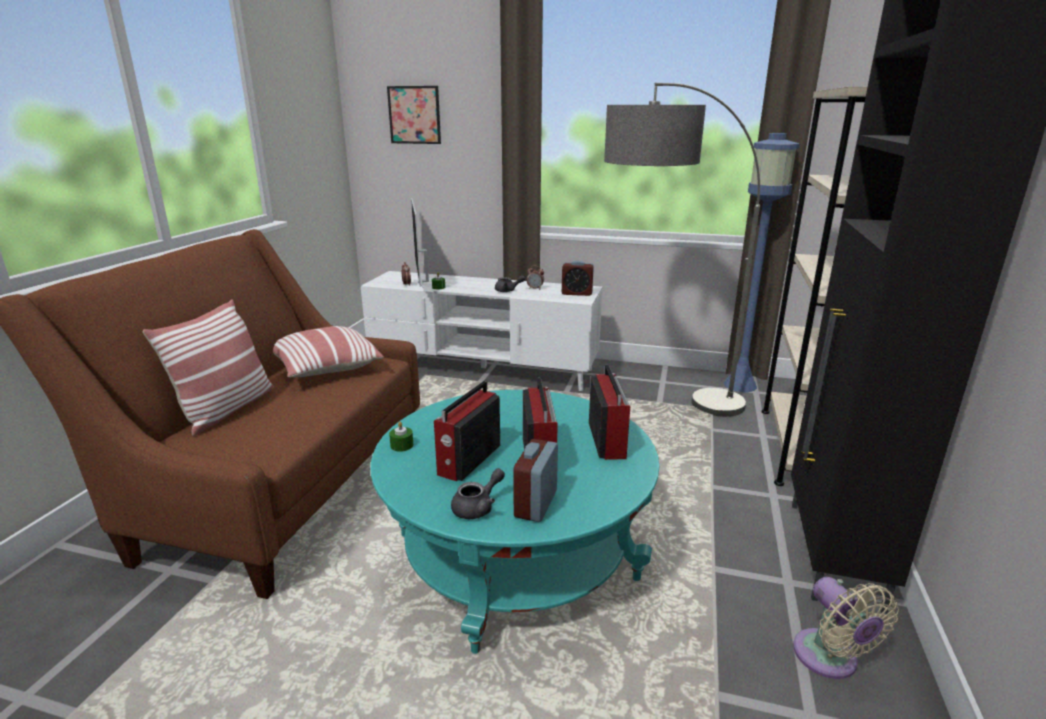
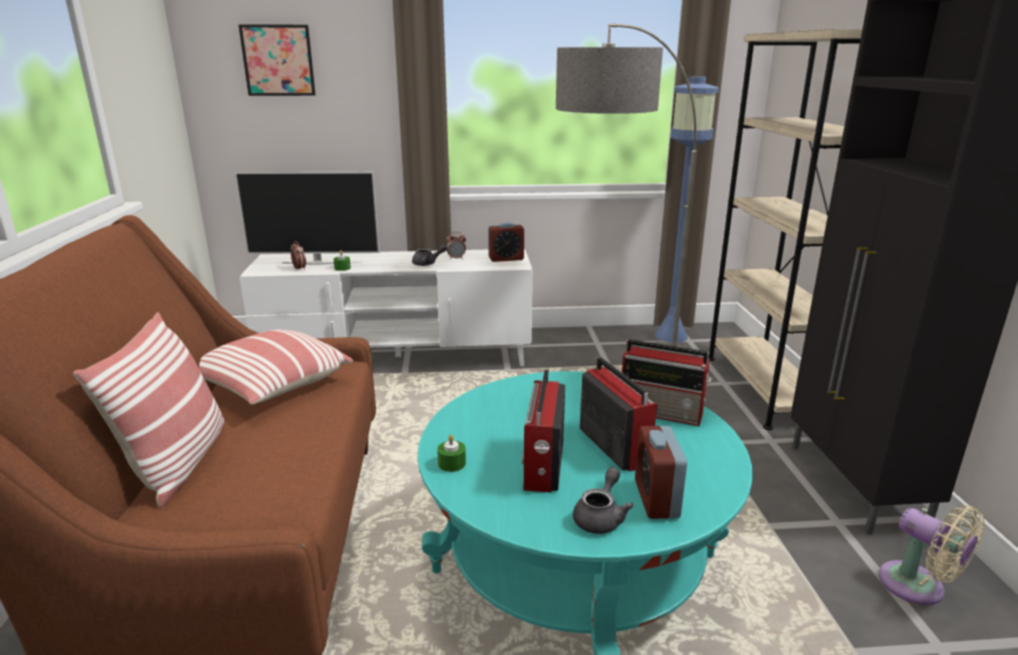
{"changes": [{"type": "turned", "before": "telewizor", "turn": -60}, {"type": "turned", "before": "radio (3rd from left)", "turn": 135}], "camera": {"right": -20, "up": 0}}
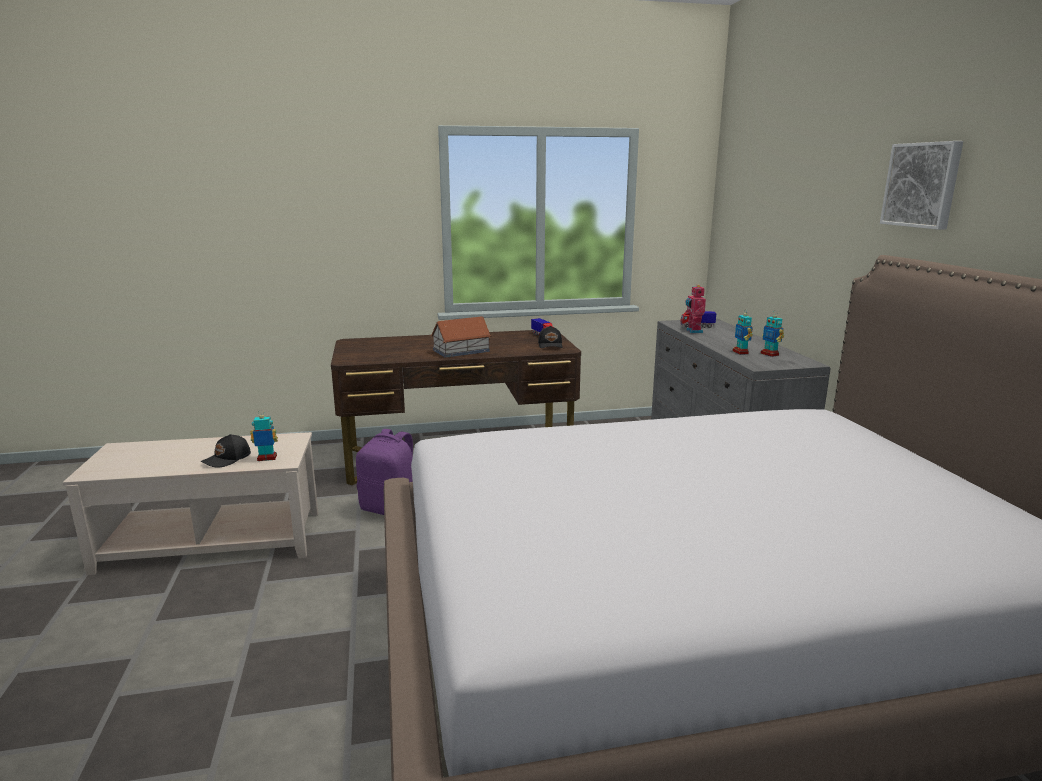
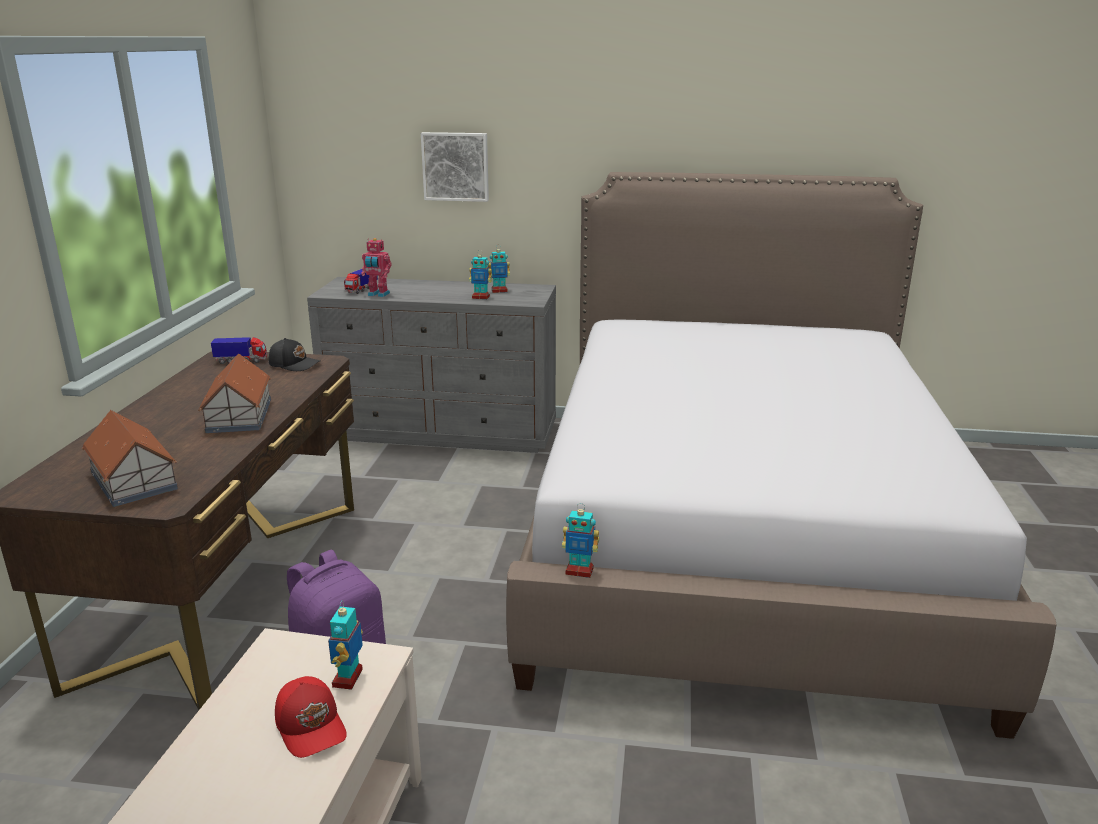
{"changes": [{"type": "added", "after": "domek (1st from left)"}, {"type": "recoloured", "before": "czapka z daszkiem/czarny (1st from left)", "after": "czapka z daszkiem/czerwony"}, {"type": "moved", "before": "obraz"}, {"type": "added", "after": "robot zabawkowy (5th from left)"}], "camera": {"right": -70, "up": 5}}
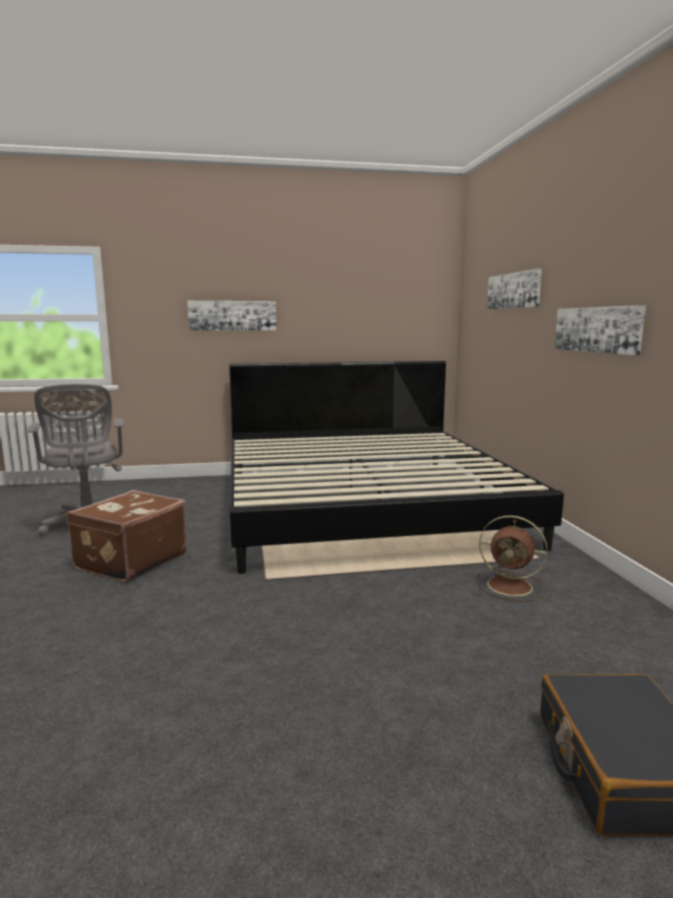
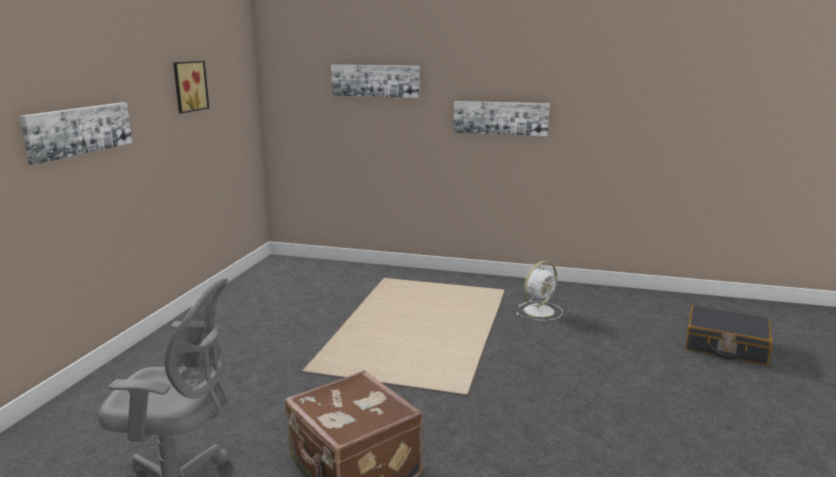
{"changes": [{"type": "added", "after": "obraz (2nd from left)"}, {"type": "recoloured", "before": "wentylator/brązowy", "after": "wentylator/biały"}, {"type": "removed", "before": "łóżko"}], "camera": {"right": -65, "up": 5}}
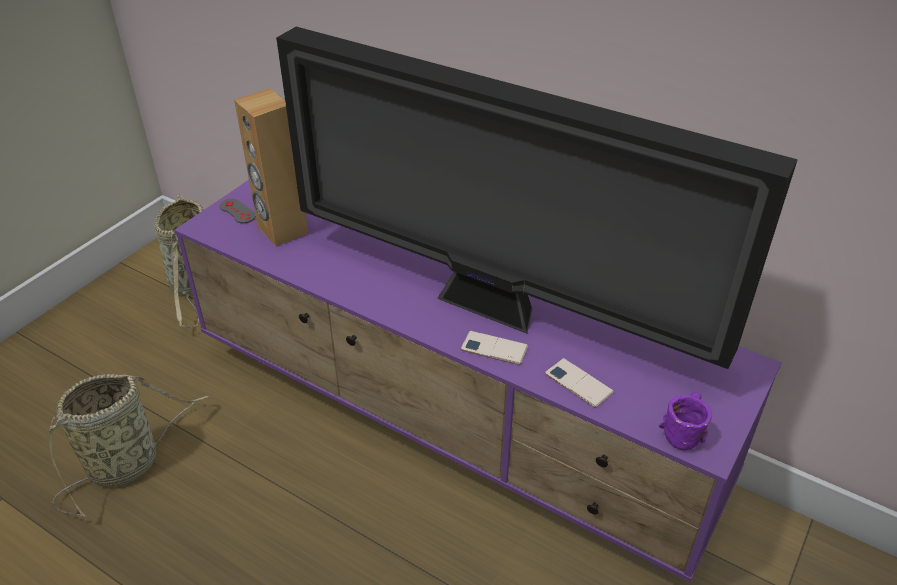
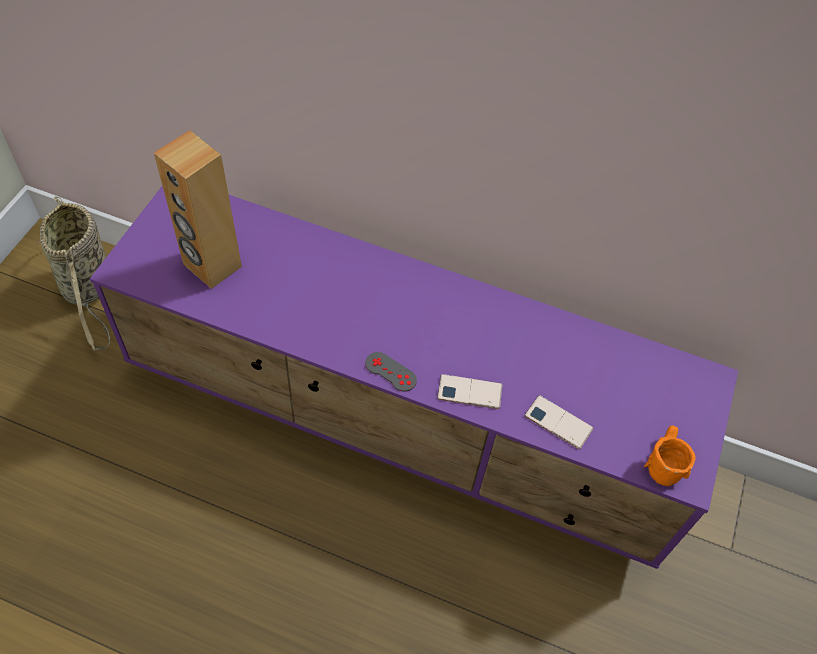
{"changes": [{"type": "moved", "before": "pad do gier/szary"}, {"type": "recoloured", "before": "kubek/fioletowy", "after": "kubek/pomarańczowy"}, {"type": "removed", "before": "koszyk (1st from left)"}, {"type": "removed", "before": "telewizor"}], "camera": {"right": -15, "up": 15}}
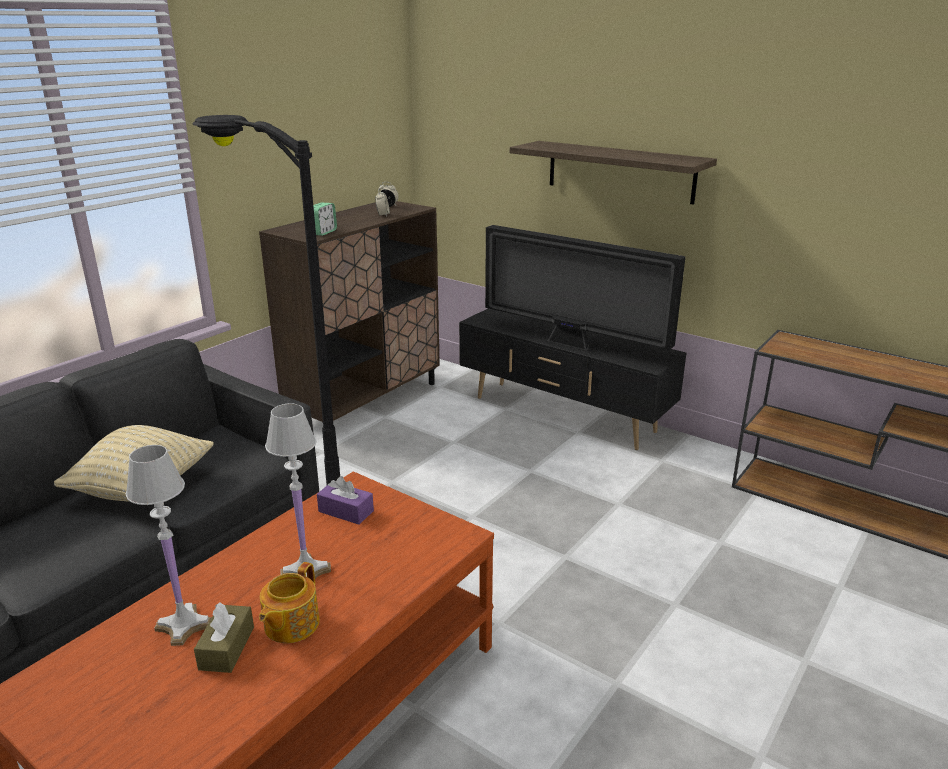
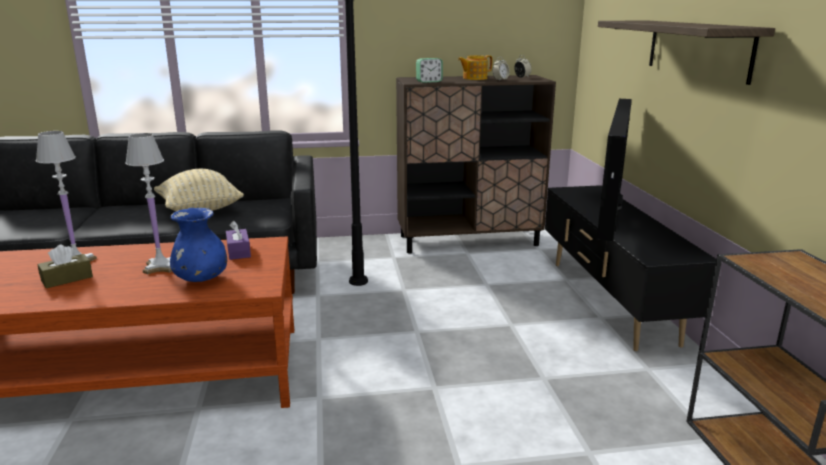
{"changes": [{"type": "added", "after": "wazon/niebieski"}, {"type": "moved", "before": "imbryk"}, {"type": "turned", "before": "telewizor", "turn": -150}], "camera": {"right": 45, "up": -5}}
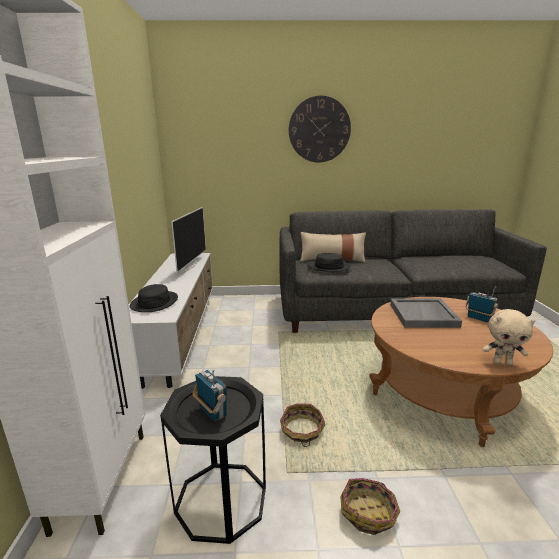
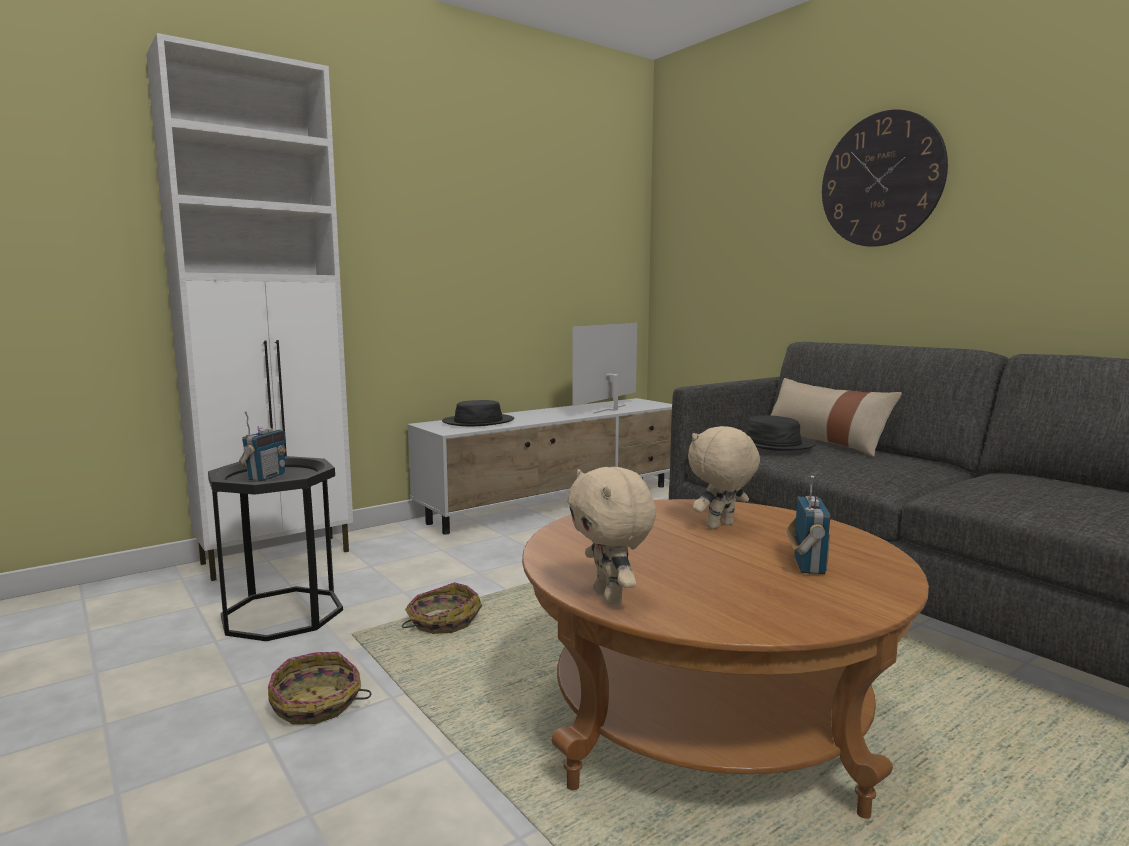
{"changes": [{"type": "turned", "before": "telewizor", "turn": 150}, {"type": "replaced", "before": "taca/szary", "after": "pluszak/beżowy (2nd from left)"}], "camera": {"right": 55, "up": -10}}
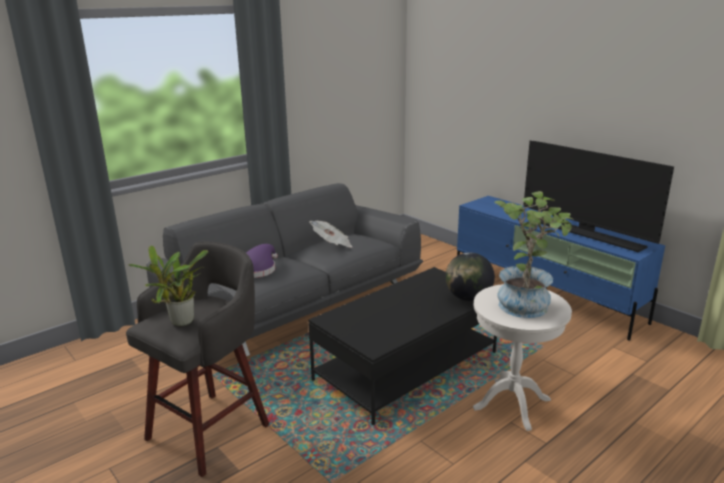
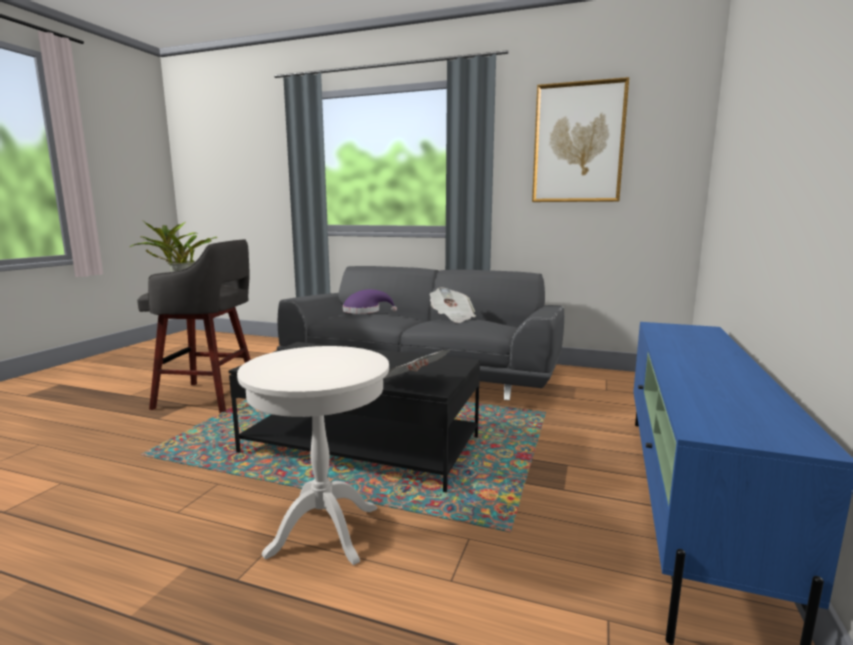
{"changes": [{"type": "replaced", "before": "globus", "after": "gazeta (1st from left)"}, {"type": "added", "after": "obraz"}, {"type": "removed", "before": "roślina doniczkowa (2nd from left)"}, {"type": "removed", "before": "telewizor"}], "camera": {"right": 60, "up": -10}}
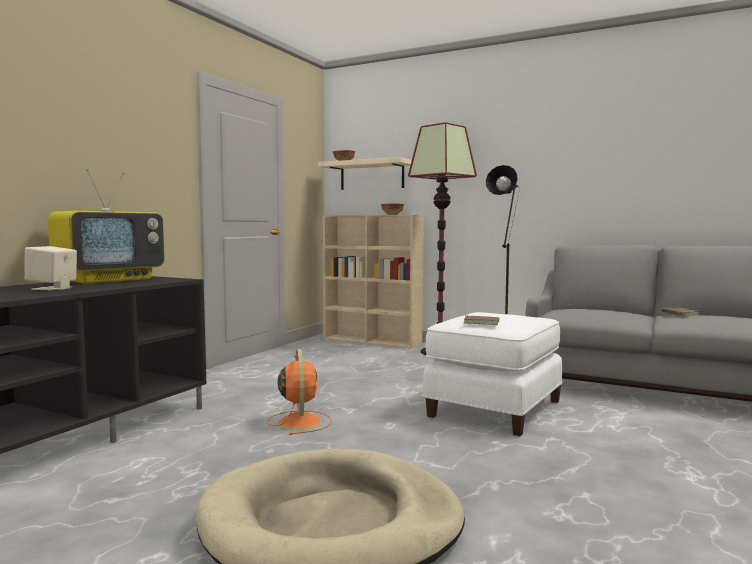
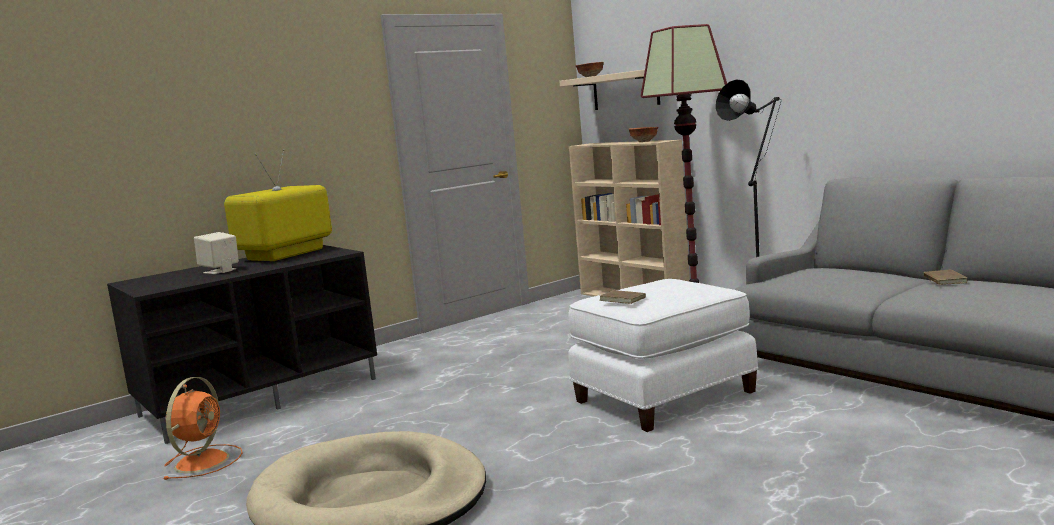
{"changes": [{"type": "moved", "before": "wentylator/pomarańczowy"}, {"type": "turned", "before": "telewizor", "turn": 150}], "camera": {"right": 25, "up": 5}}
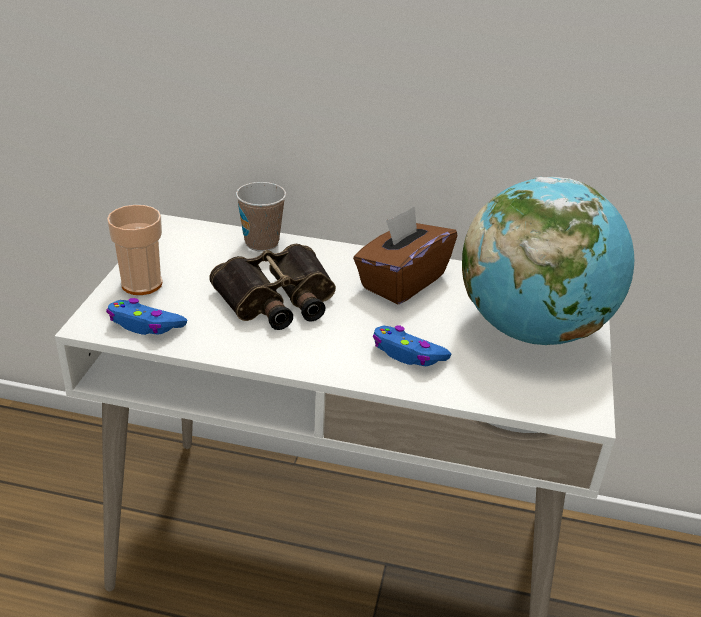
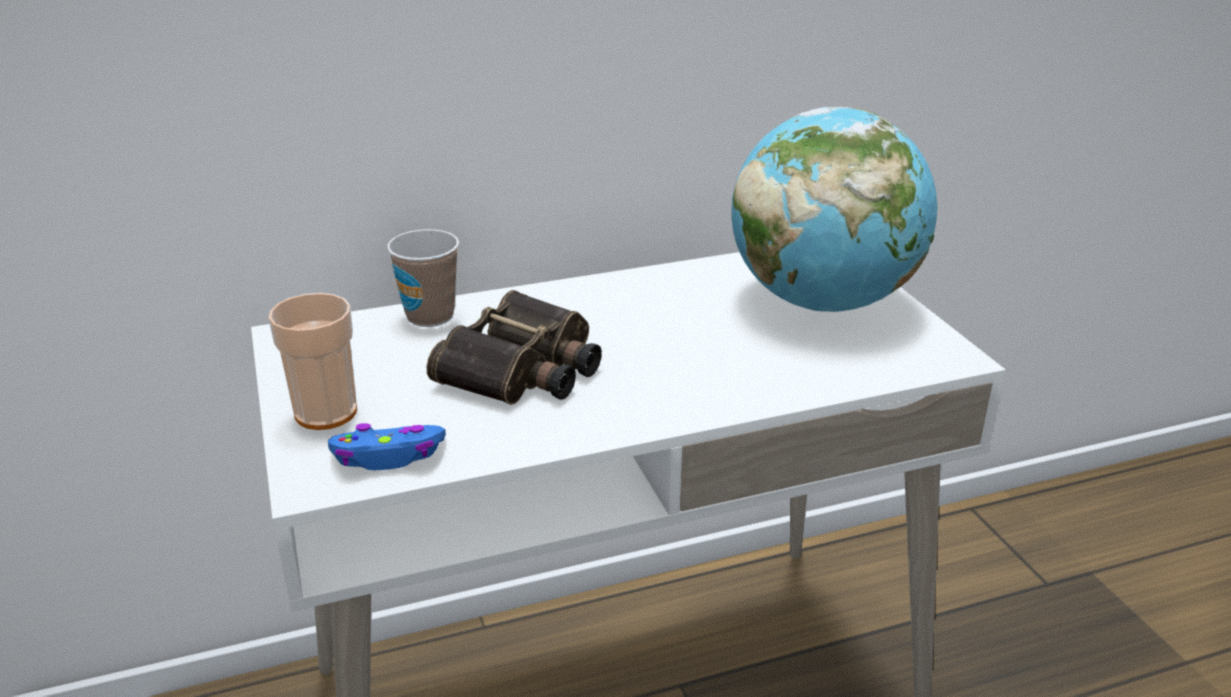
{"changes": [{"type": "removed", "before": "pudełko chusteczek/brązowy"}, {"type": "removed", "before": "pad do gier/niebieski (2nd from left)"}], "camera": {"right": -30, "up": -5}}
